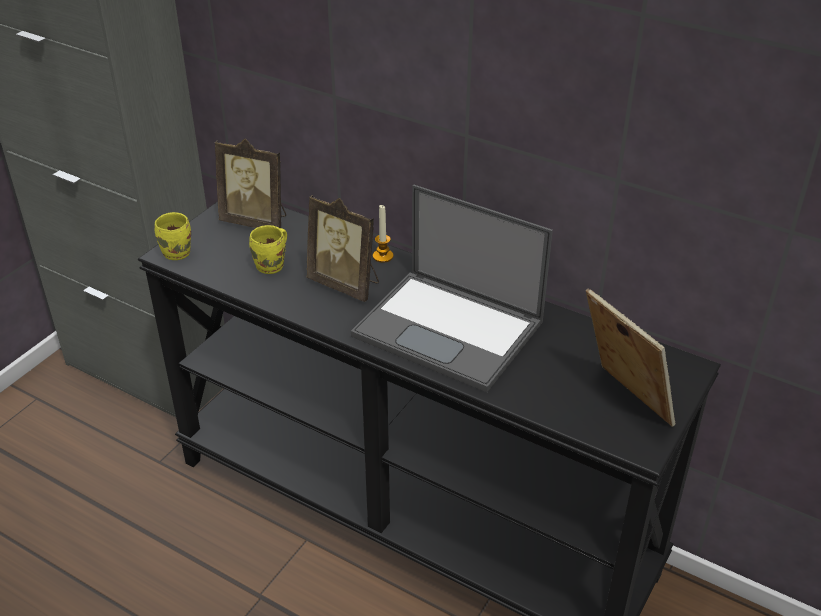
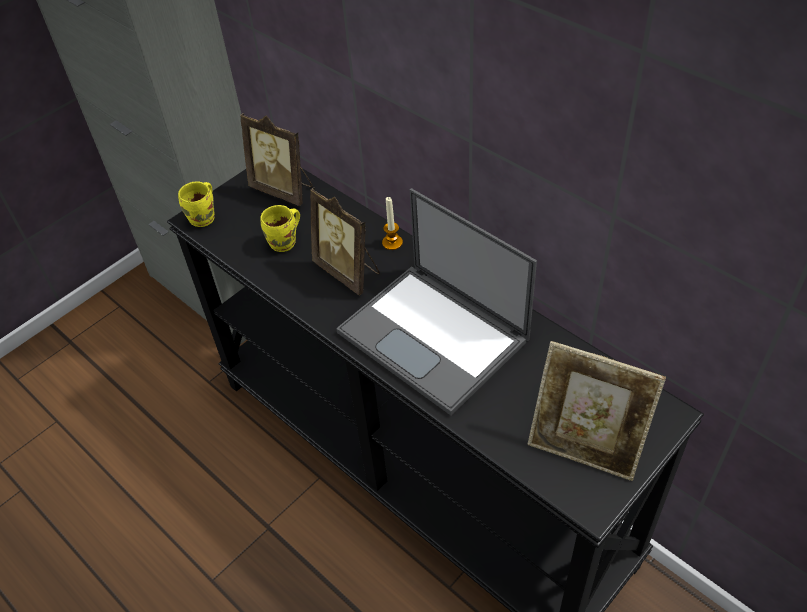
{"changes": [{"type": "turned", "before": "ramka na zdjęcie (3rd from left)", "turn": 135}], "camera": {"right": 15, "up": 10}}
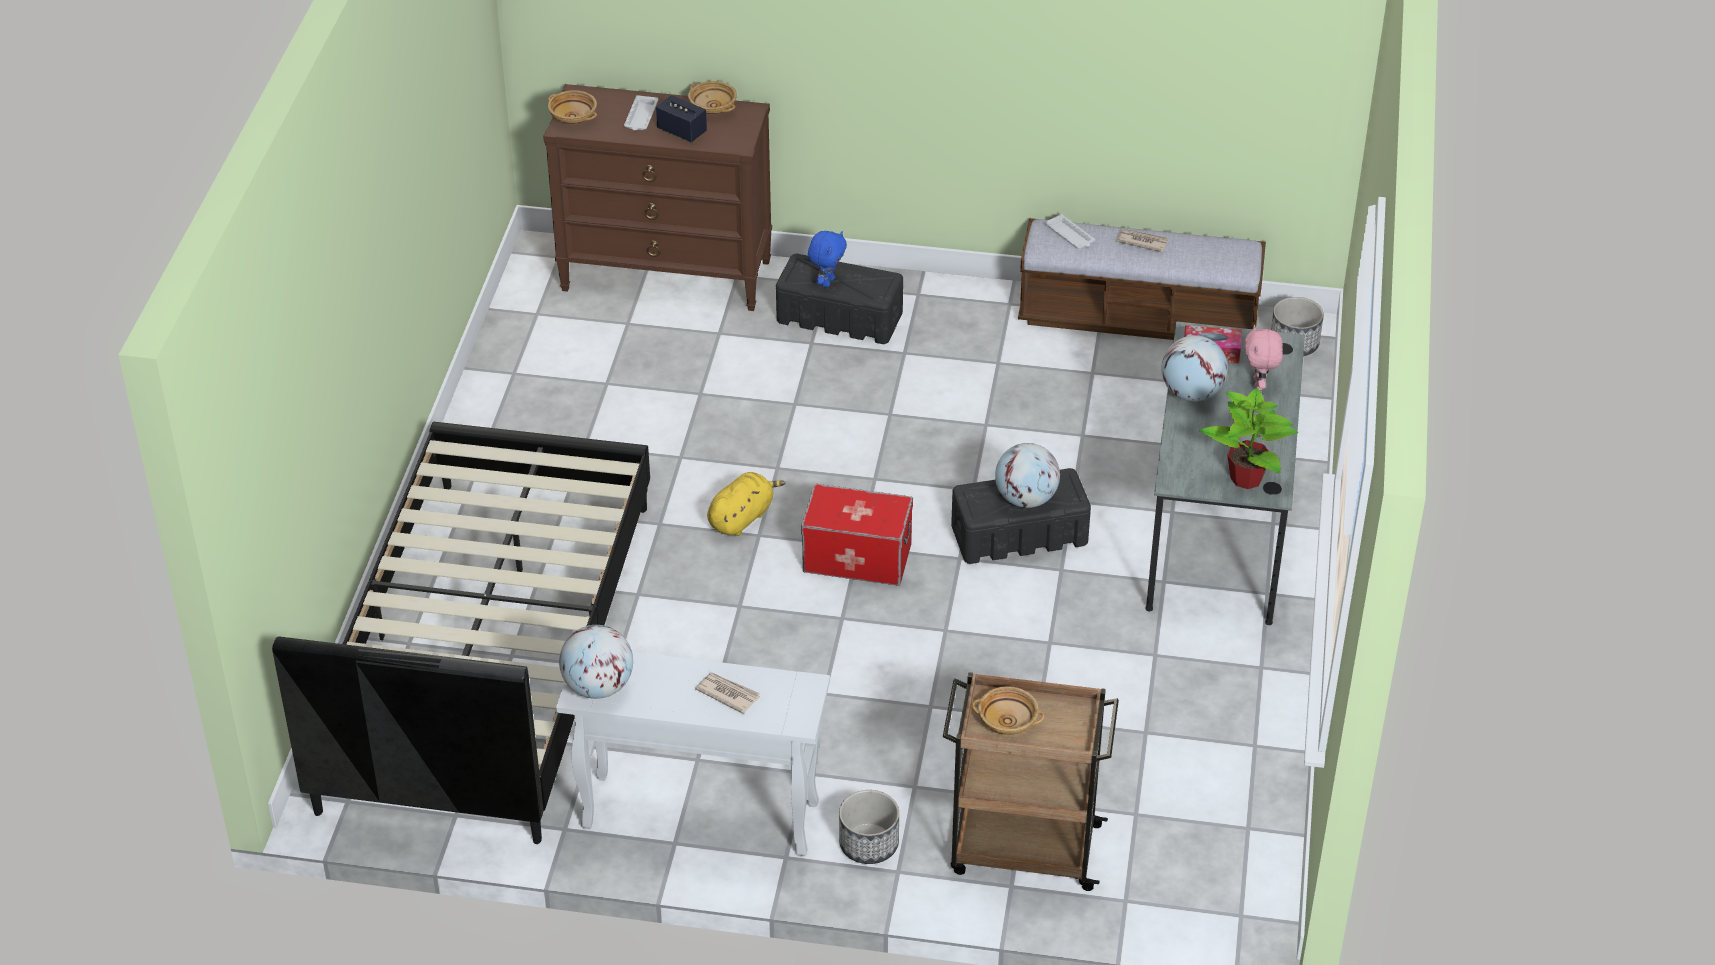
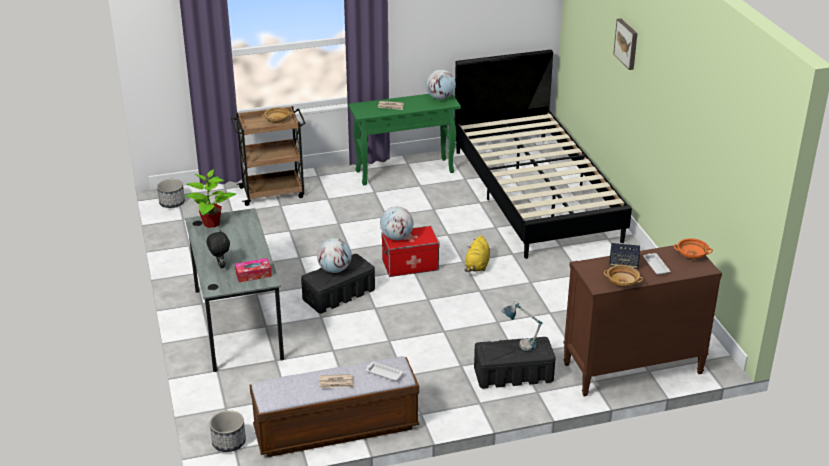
{"changes": [{"type": "moved", "before": "donica (1st from left)"}, {"type": "recoloured", "before": "pluszak/różowy", "after": "pluszak/czarny"}, {"type": "recoloured", "before": "stolik konsolowy/biały", "after": "stolik konsolowy/zielony"}, {"type": "moved", "before": "globus (3rd from left in the first image)", "after": "globus (2nd from left)"}, {"type": "replaced", "before": "pluszak/niebieski", "after": "lampa stołowa"}, {"type": "added", "after": "obraz"}, {"type": "recoloured", "before": "miska/beżowy (1st from left)", "after": "miska/pomarańczowy"}], "camera": {"right": 155, "up": -10}}
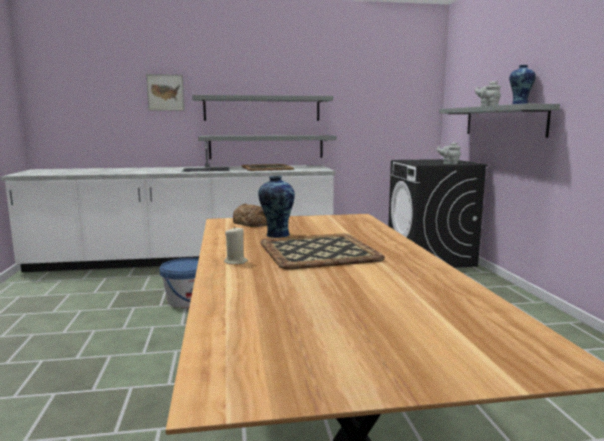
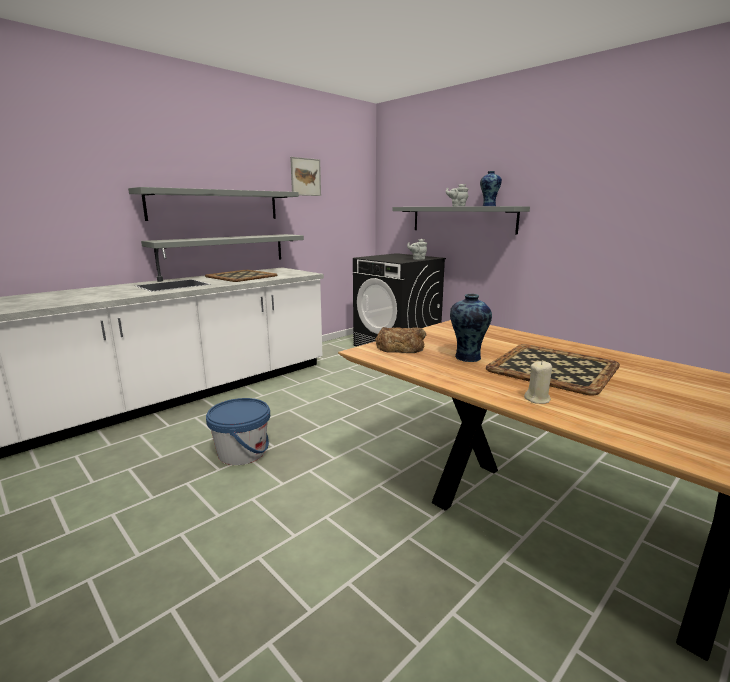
{"changes": [{"type": "moved", "before": "obraz"}], "camera": {"right": -35, "up": 5}}
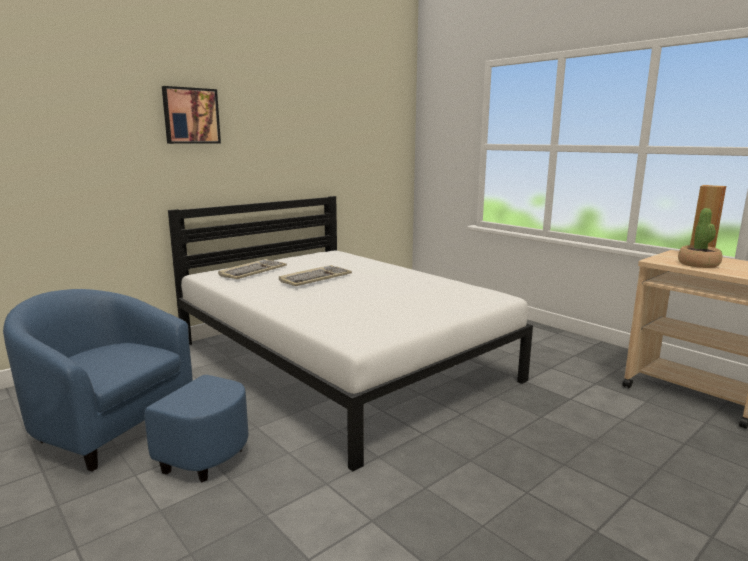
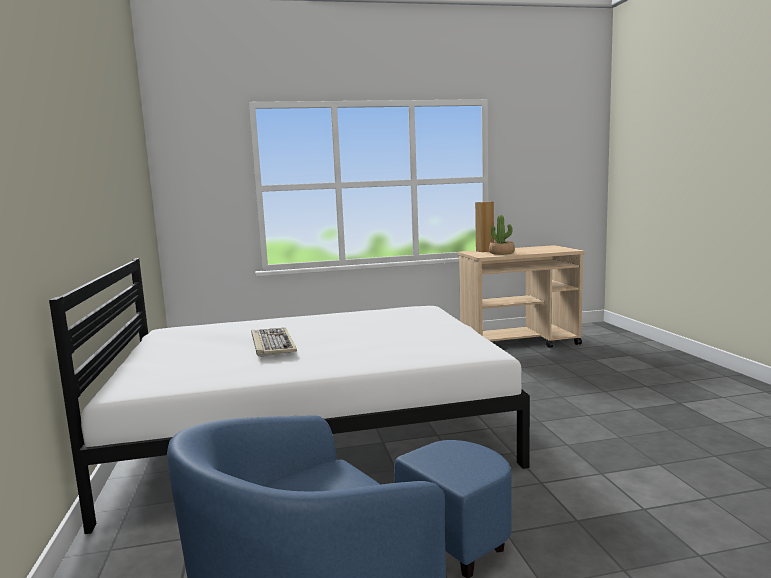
{"changes": [{"type": "removed", "before": "obraz"}, {"type": "removed", "before": "klawiatura (1st from left)"}], "camera": {"right": -60, "up": -5}}
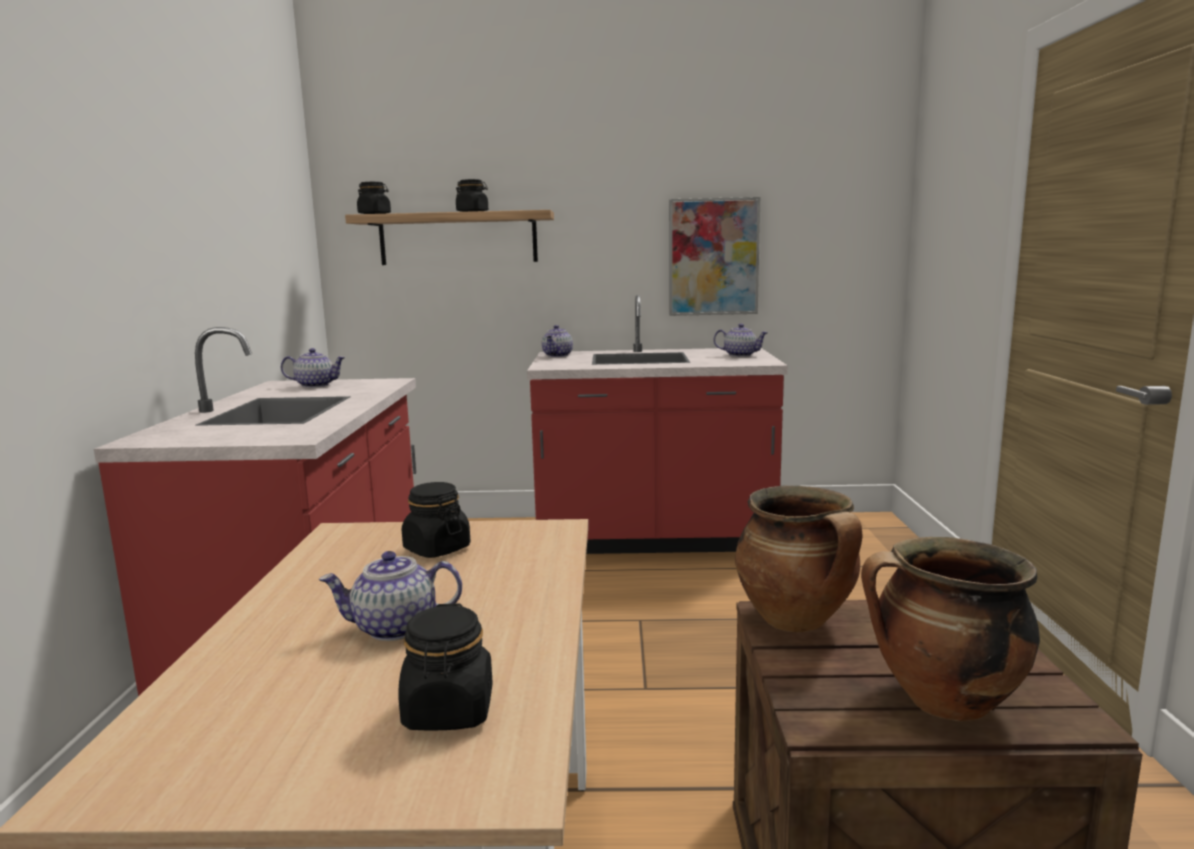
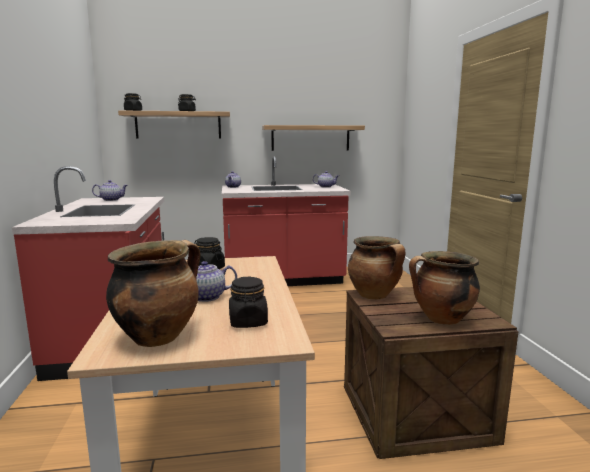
{"changes": [{"type": "added", "after": "garnek (1st from left)"}, {"type": "replaced", "before": "obraz", "after": "półka (2nd from left)"}], "camera": {"right": -10, "up": 0}}
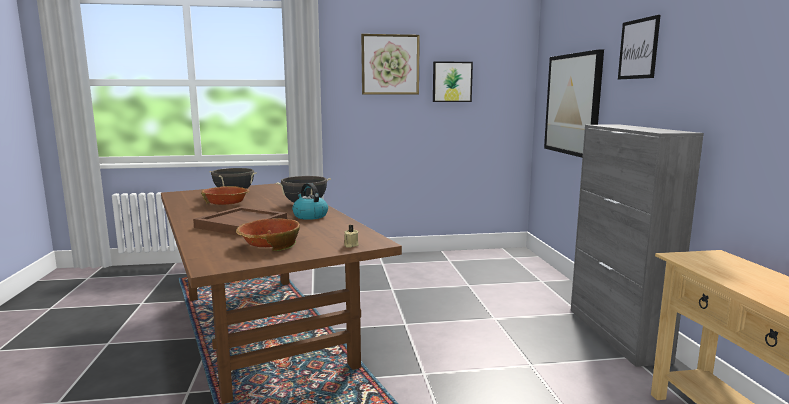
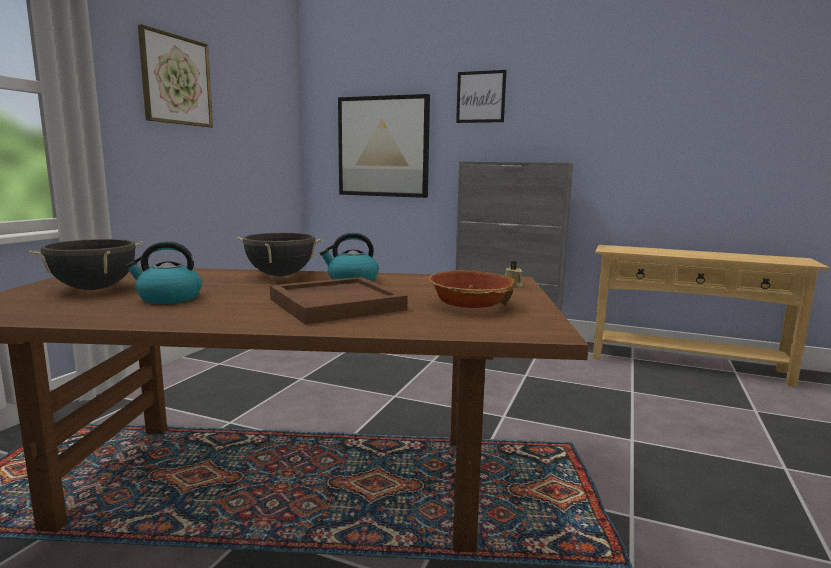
{"changes": [{"type": "replaced", "before": "miska (1st from left)", "after": "czajnik (1st from left)"}, {"type": "removed", "before": "obraz (2nd from left)"}], "camera": {"right": -60, "up": 0}}
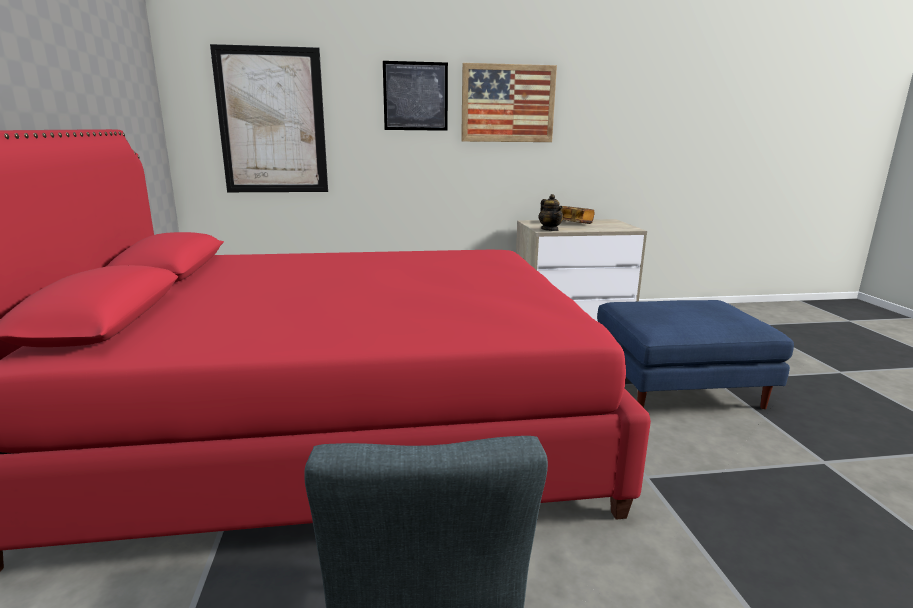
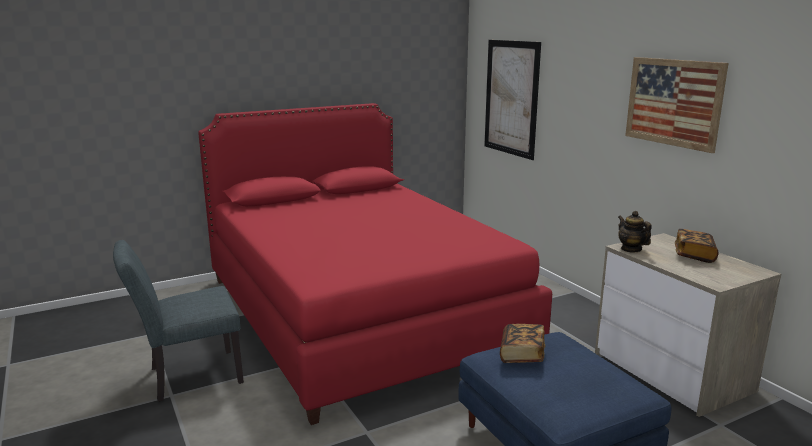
{"changes": [{"type": "added", "after": "książka (1st from left)"}, {"type": "turned", "before": "imbryk", "turn": 105}, {"type": "removed", "before": "obraz (2nd from left)"}], "camera": {"right": 70, "up": 0}}
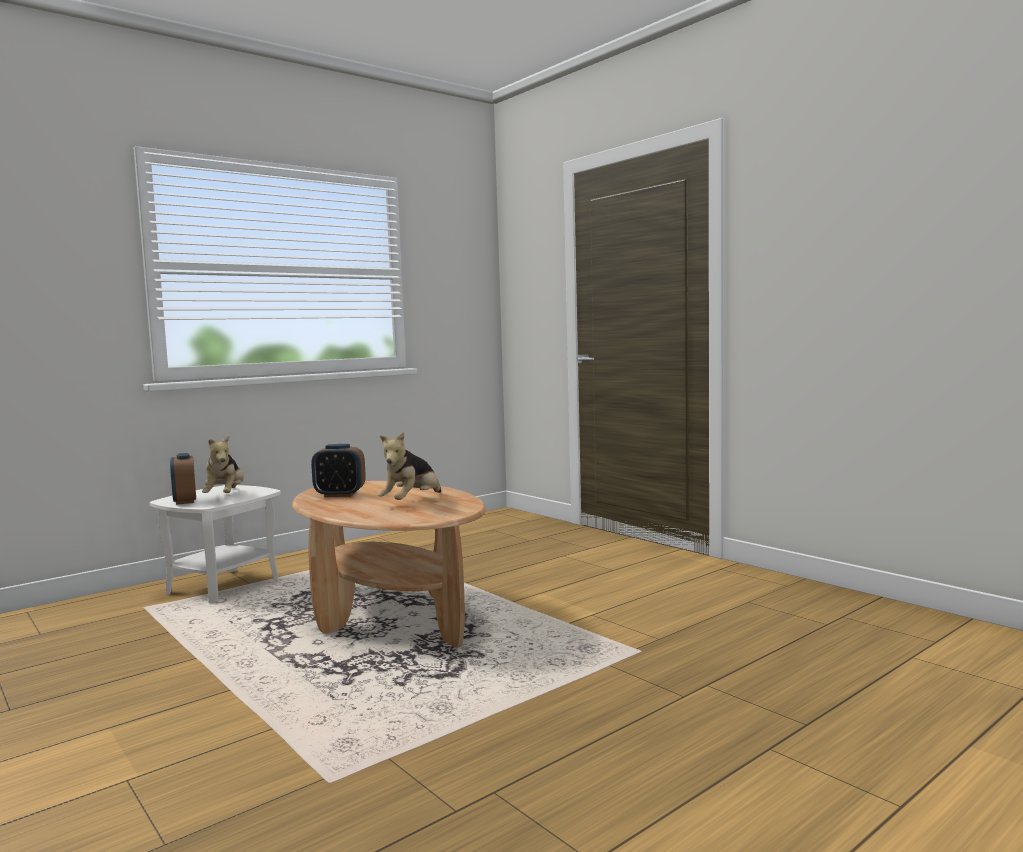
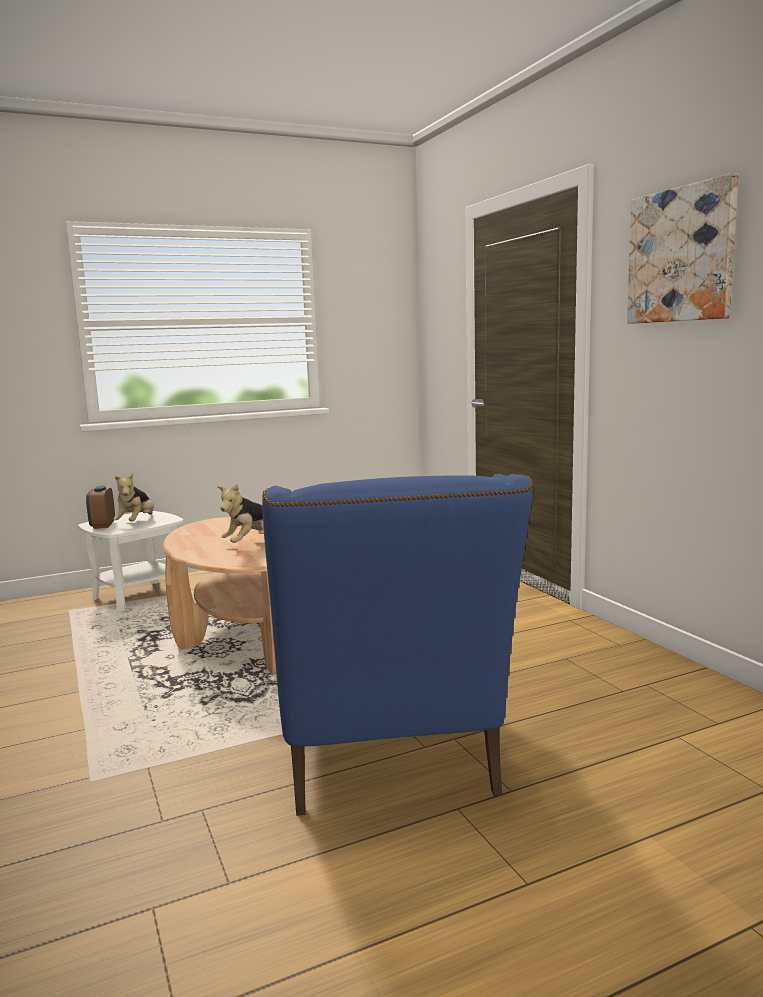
{"changes": [{"type": "added", "after": "fotel/niebieski"}, {"type": "added", "after": "obraz"}, {"type": "removed", "before": "budzik (2nd from left)"}], "camera": {"right": 15, "up": 5}}
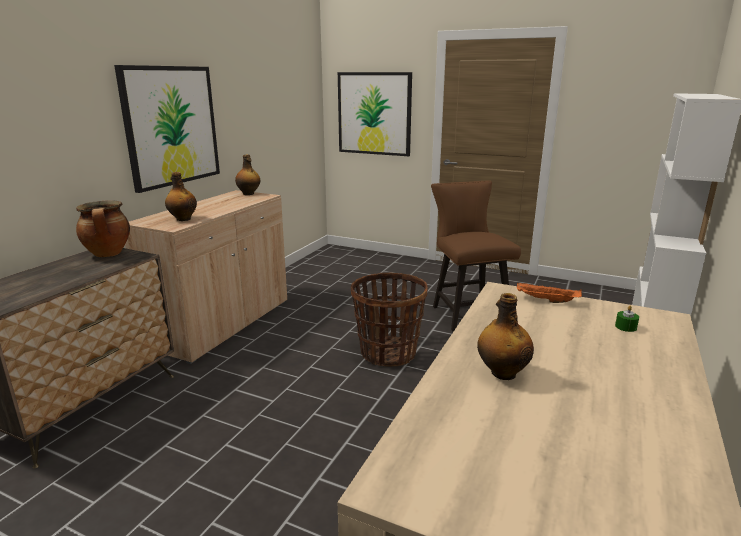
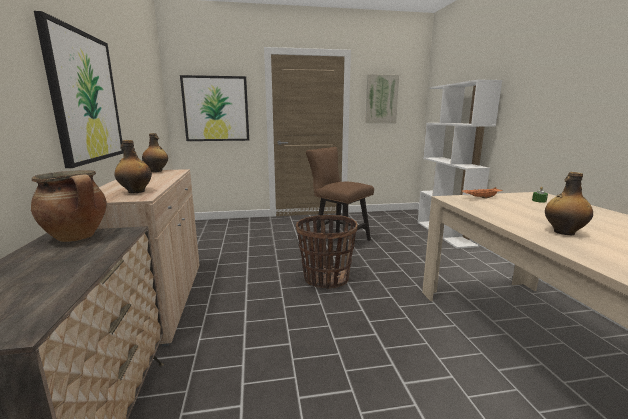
{"changes": [{"type": "added", "after": "obraz (3rd from left)"}], "camera": {"right": -35, "up": -5}}
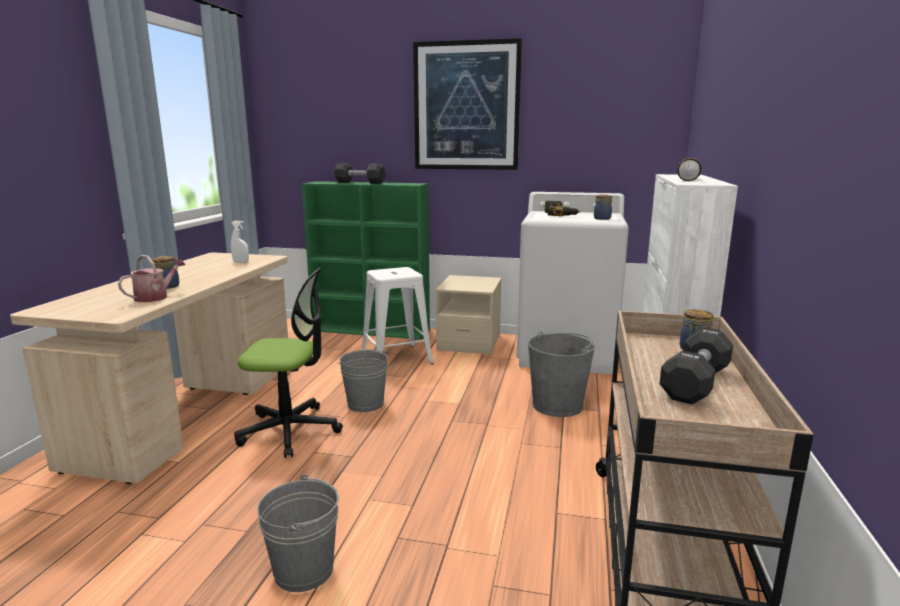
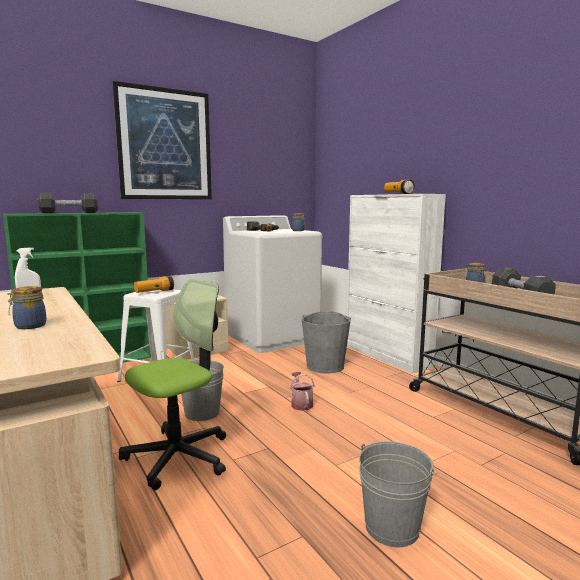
{"changes": [{"type": "added", "after": "latarka (1st from left)"}, {"type": "moved", "before": "konewka"}], "camera": {"right": -45, "up": -5}}
